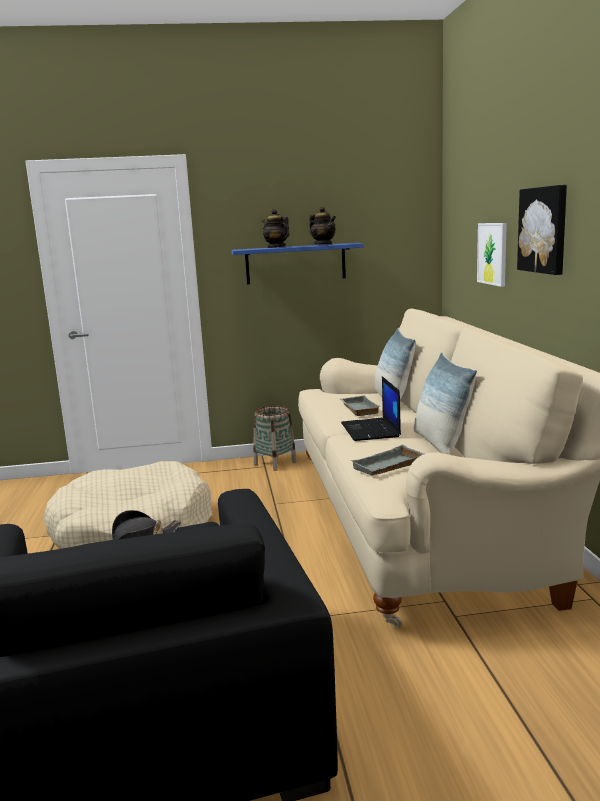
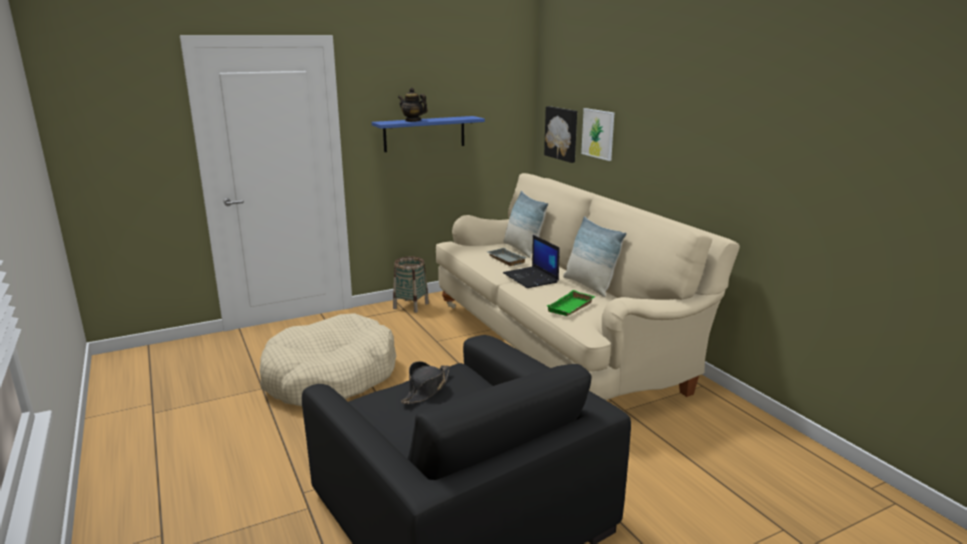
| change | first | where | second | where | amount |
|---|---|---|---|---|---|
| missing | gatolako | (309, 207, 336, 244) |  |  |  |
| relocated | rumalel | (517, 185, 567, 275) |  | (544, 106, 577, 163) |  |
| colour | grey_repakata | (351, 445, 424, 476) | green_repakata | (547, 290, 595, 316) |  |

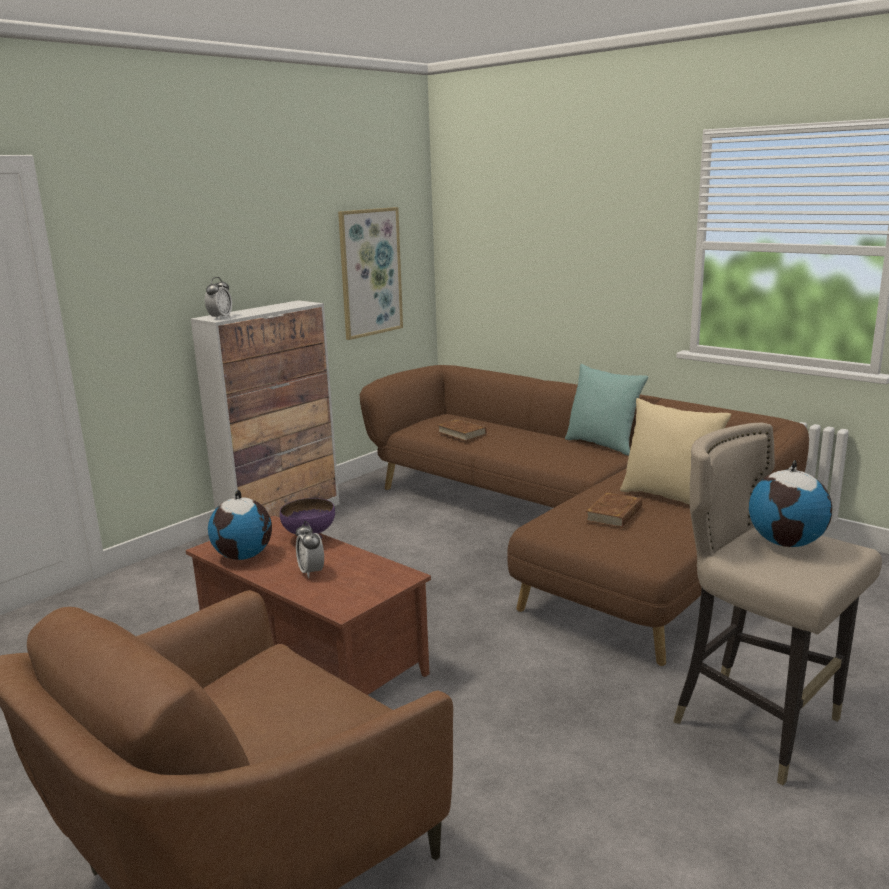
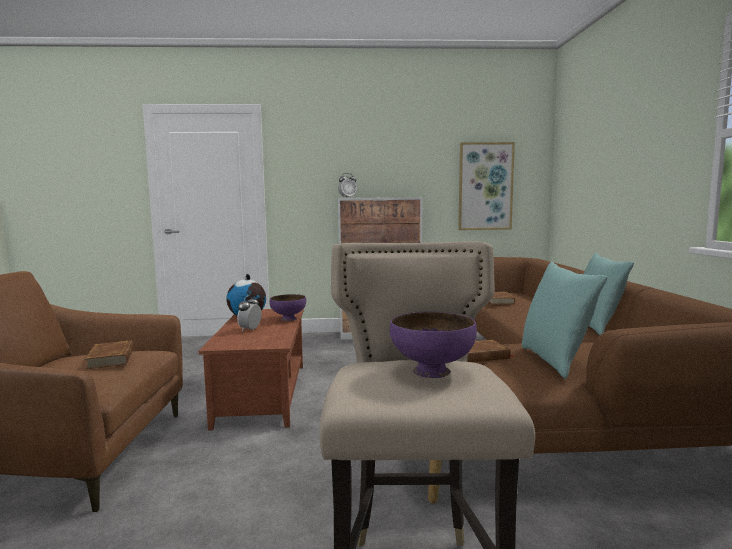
| change | first | where | second | where | amount |
|---|---|---|---|---|---|
| appeared |  |  | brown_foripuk | (85, 340, 134, 369) |  |
| exchanged | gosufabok | (749, 460, 832, 547) | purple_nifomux | (390, 312, 477, 378) |  |
| colour | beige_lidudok | (620, 398, 731, 505) | turquoise_lidudok | (522, 261, 607, 379) |  |

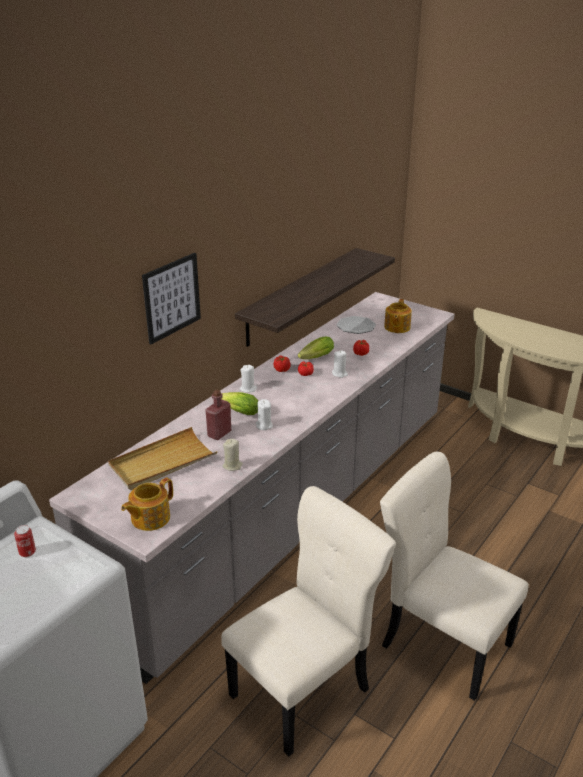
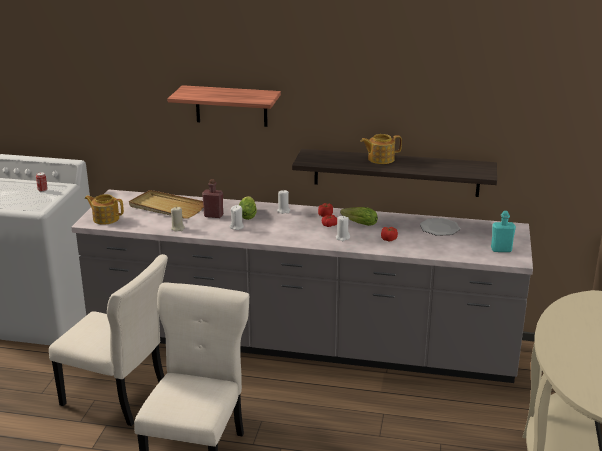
| change | first | where | second | where | amount |
|---|---|---|---|---|---|
| appeared |  |  | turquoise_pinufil | (491, 211, 516, 252) |  |
| relocated | gatolako | (384, 299, 412, 333) |  | (361, 134, 402, 164) |  |
| exchanged | rumalel | (142, 253, 201, 344) | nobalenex | (167, 85, 281, 127) |  |

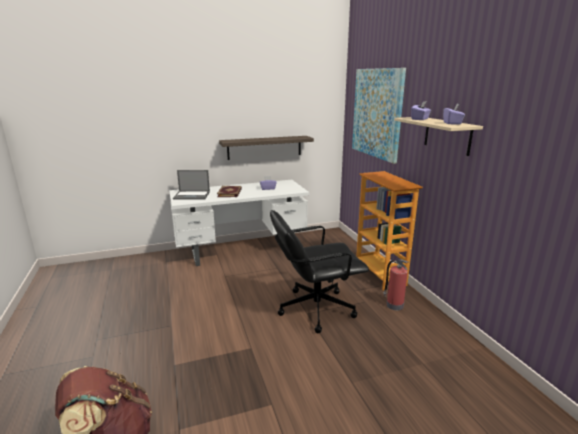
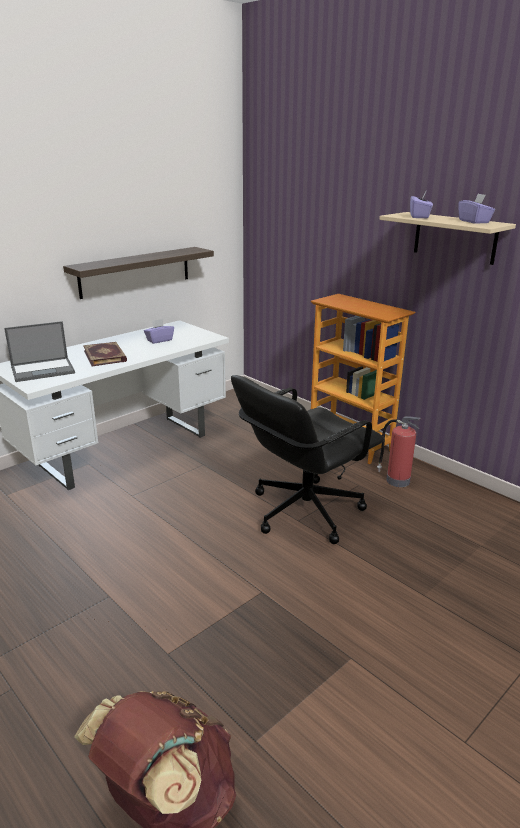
| change | first | where | second | where | amount |
|---|---|---|---|---|---|
| missing | rumalel | (352, 68, 406, 164) |  |  |  |

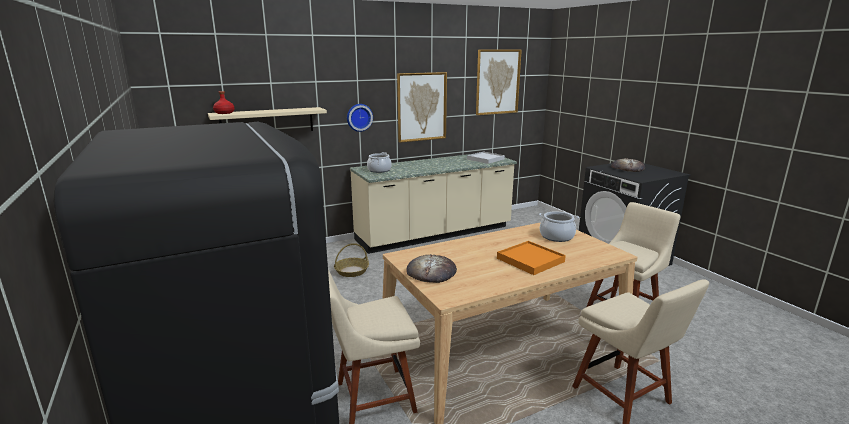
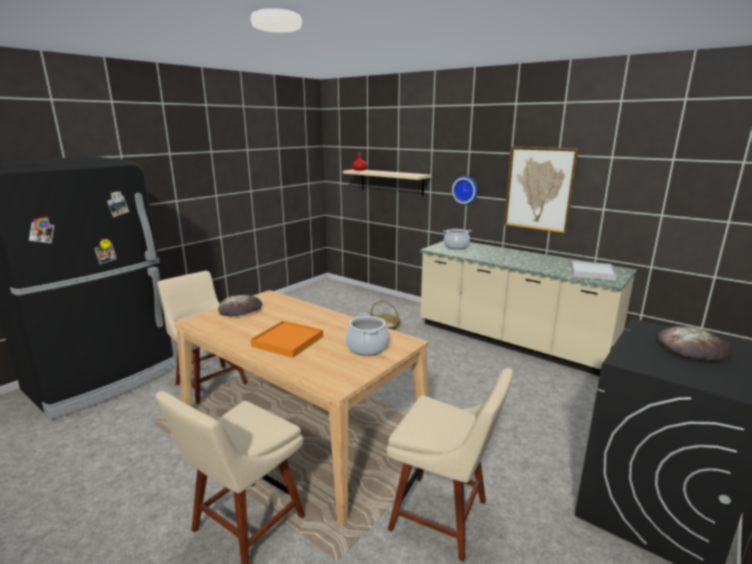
| change | first | where | second | where | amount |
|---|---|---|---|---|---|
| missing | rumalel | (476, 50, 522, 115) |  |  |  |

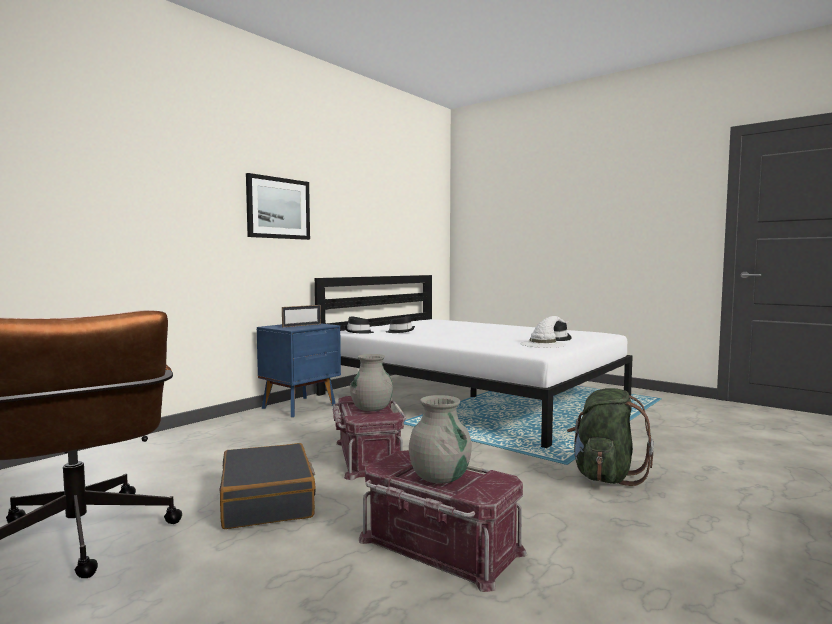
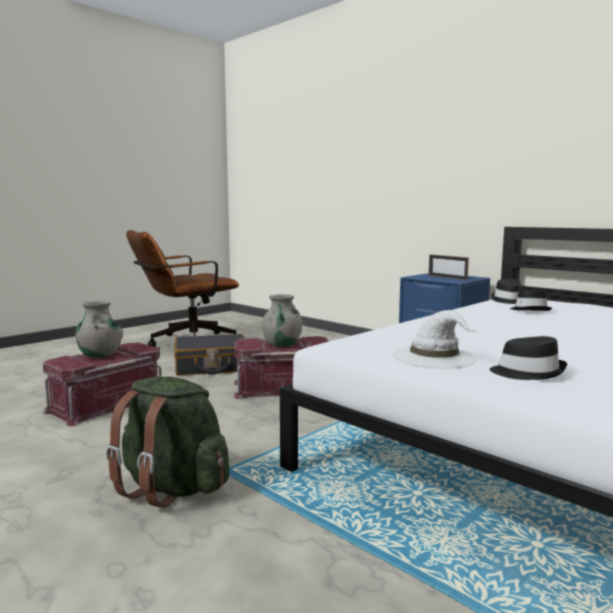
| change | first | where | second | where | amount |
|---|---|---|---|---|---|
| missing | rumalel | (246, 173, 310, 240) |  |  |  |

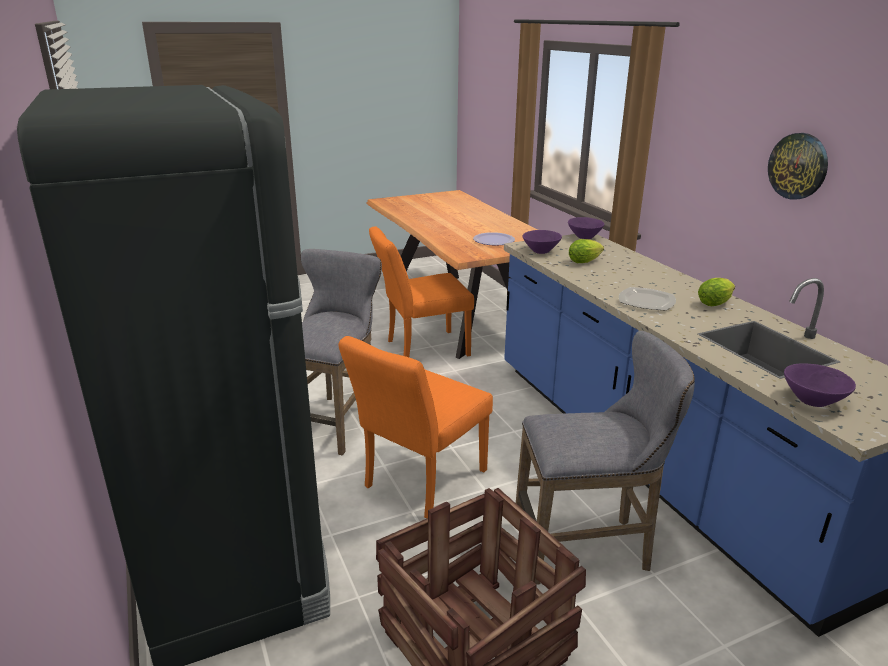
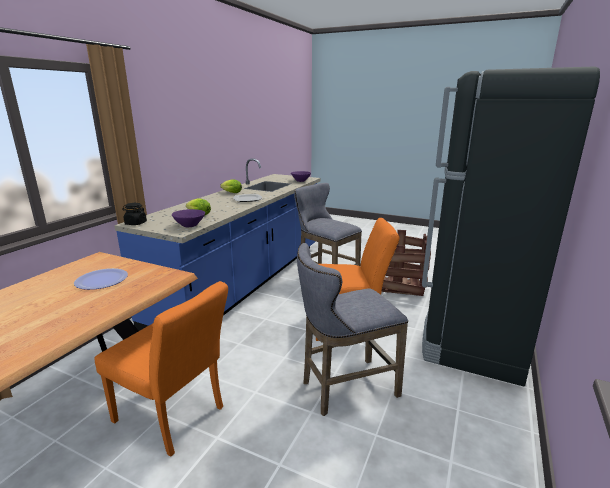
| change | first | where | second | where | amount |
|---|---|---|---|---|---|
| missing | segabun | (768, 133, 828, 200) |  |  |  |
| exchanged | purple_nifomux | (568, 217, 604, 239) | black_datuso | (122, 203, 147, 225) |  |

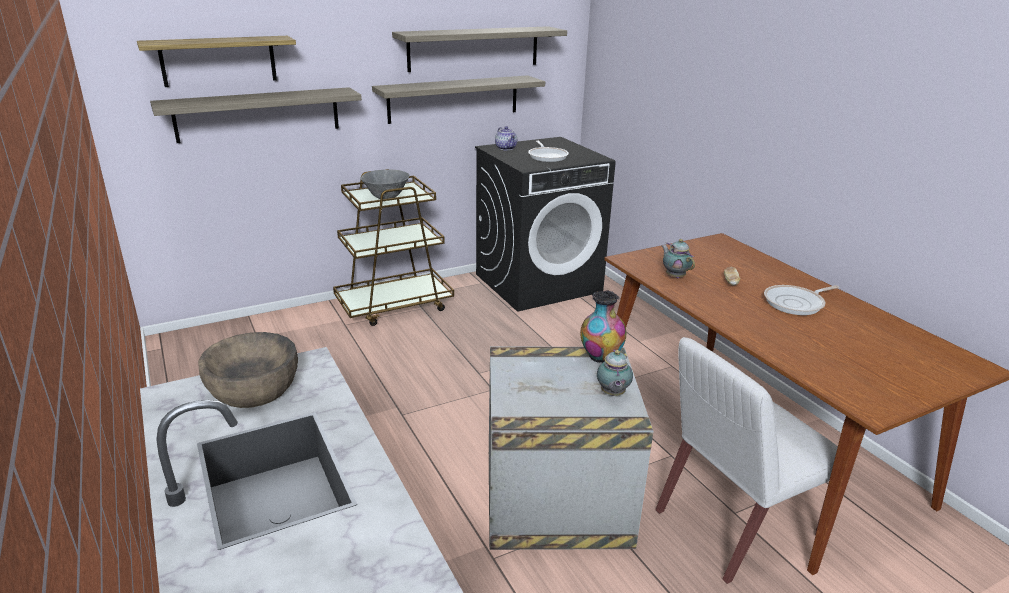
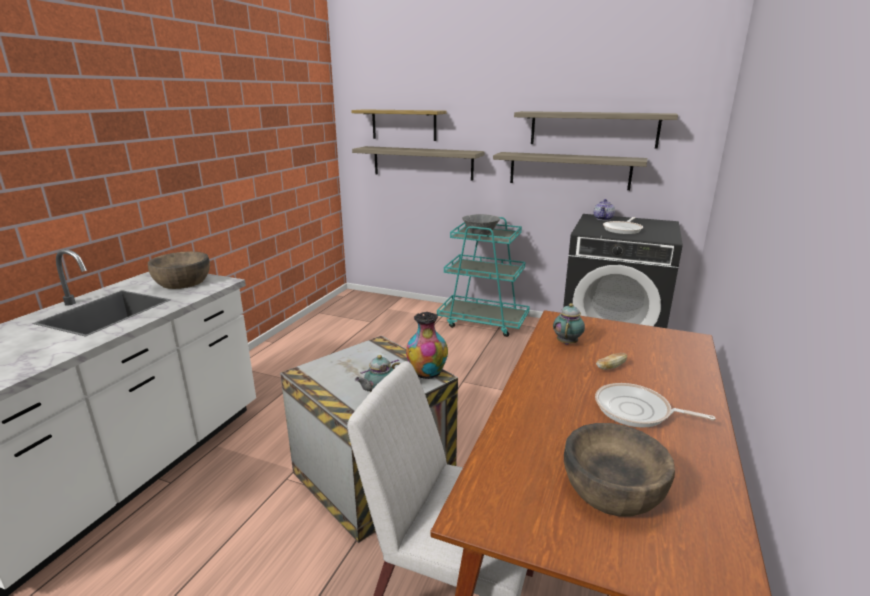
| change | first | where | second | where | amount |
|---|---|---|---|---|---|
| appeared |  |  | brown_nifomux | (564, 423, 675, 517) |  |
| colour | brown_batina | (333, 169, 454, 326) | turquoise_batina | (437, 217, 530, 337) |  |

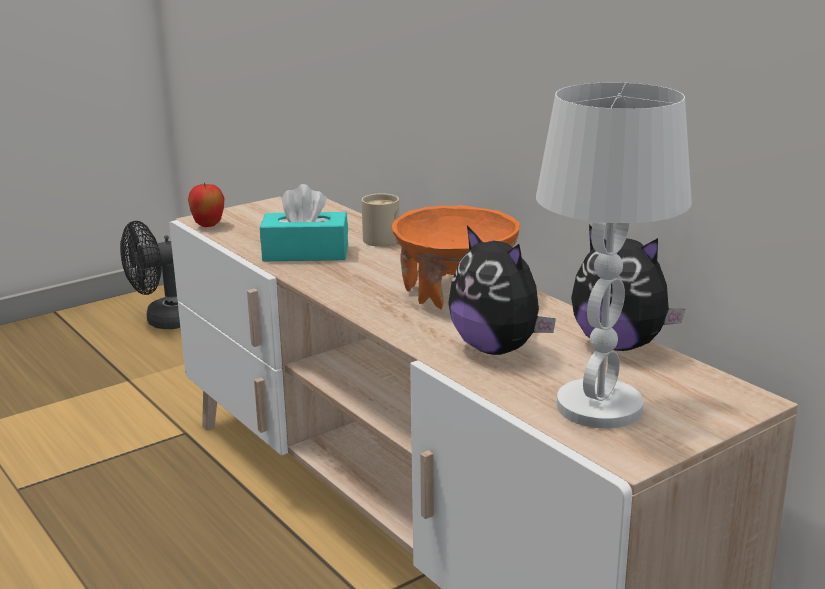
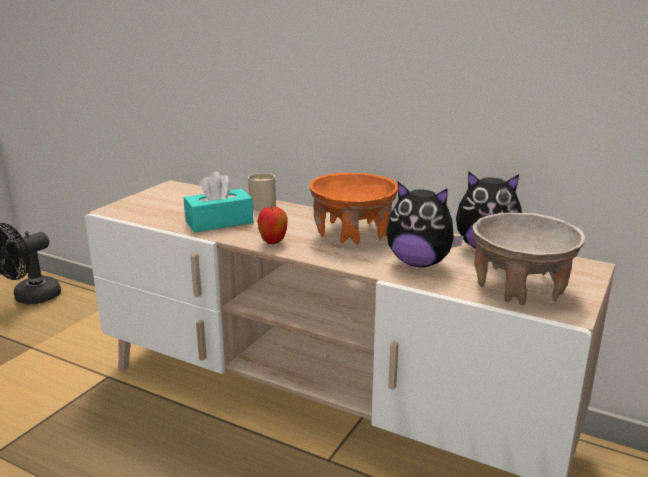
| change | first | where | second | where | amount |
|---|---|---|---|---|---|
| relocated | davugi | (188, 183, 225, 227) |  | (257, 206, 288, 244) |  |
| exchanged | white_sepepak | (536, 82, 692, 428) | beige_nifomux | (473, 213, 585, 306) |  |

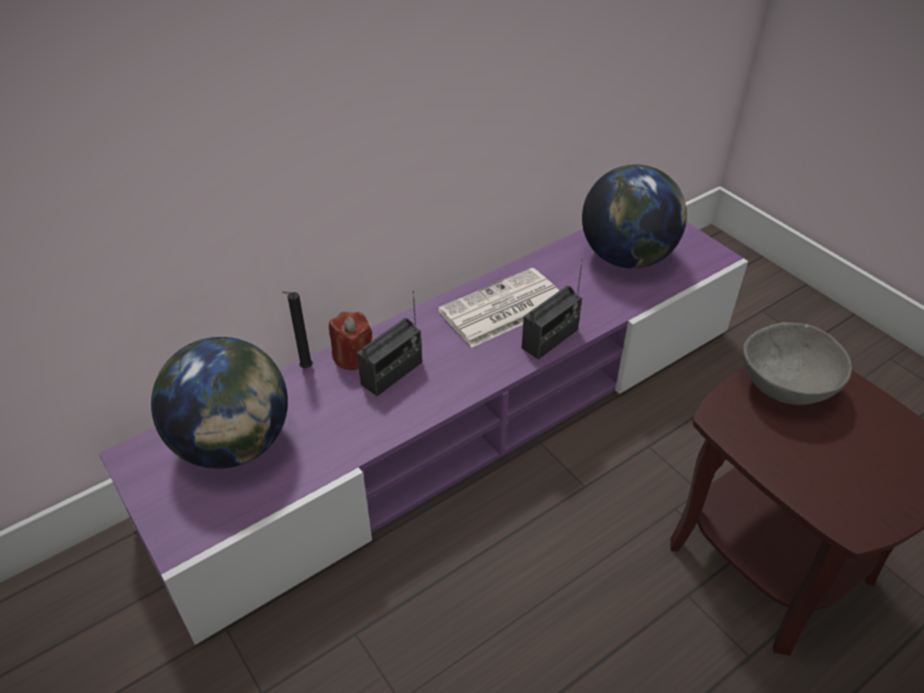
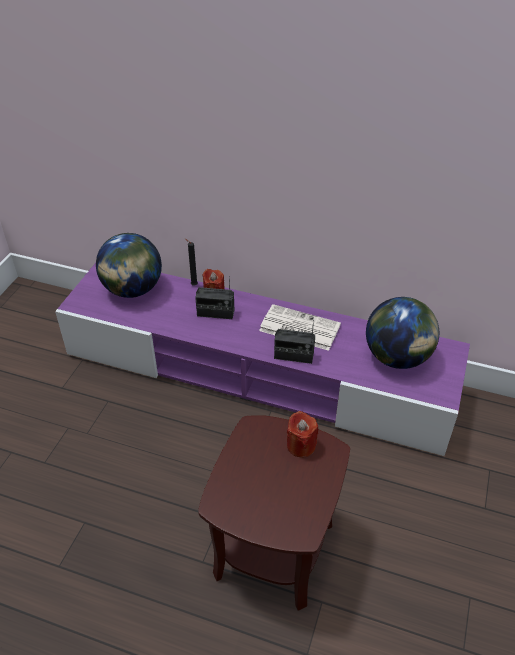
| change | first | where | second | where | amount |
|---|---|---|---|---|---|
| exchanged | grey_nifomux | (743, 322, 852, 405) | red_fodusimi | (287, 411, 318, 457) |  |

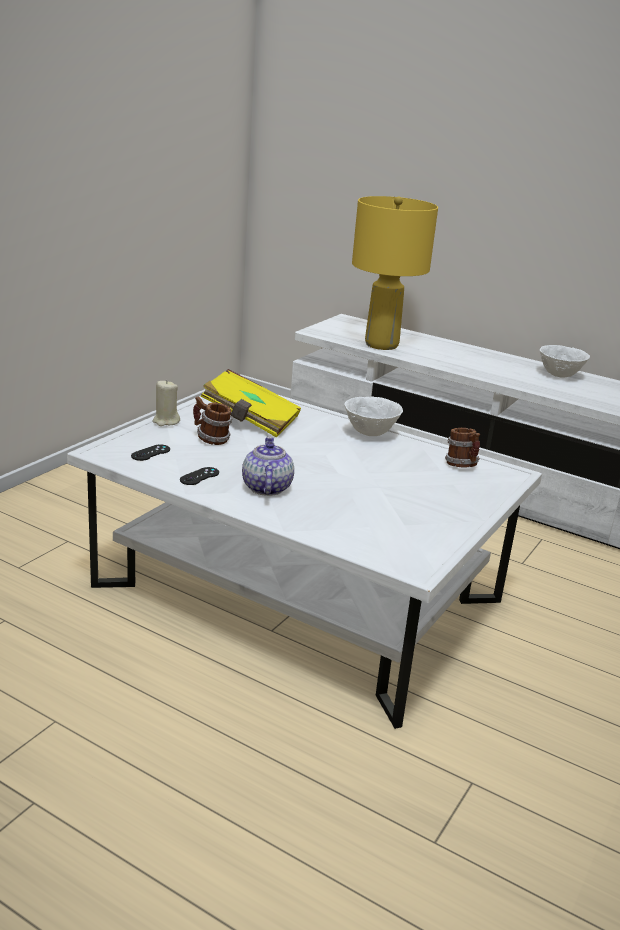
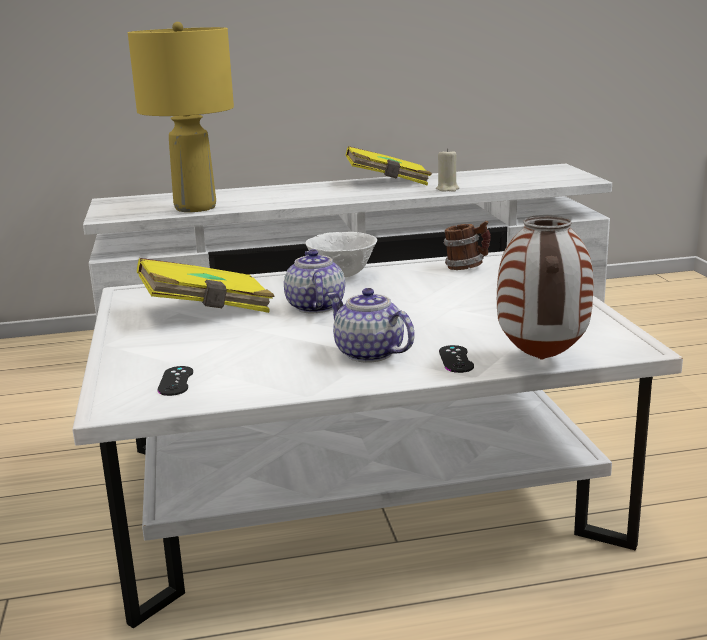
| change | first | where | second | where | amount |
|---|---|---|---|---|---|
| missing | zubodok | (193, 396, 232, 445) |  |  |  |
| appeared |  |  | gatolako | (284, 249, 345, 314) |  |
| appeared |  |  | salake | (497, 215, 593, 360) |  |
| relocated | beige_fodusimi | (153, 380, 180, 426) |  | (436, 148, 459, 192) |  |
| relocated | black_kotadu | (180, 467, 219, 485) |  | (439, 345, 474, 373) |  |
| exchanged | white_nifomux | (540, 345, 590, 378) | yellow_foripuk | (345, 146, 432, 185) |  |

